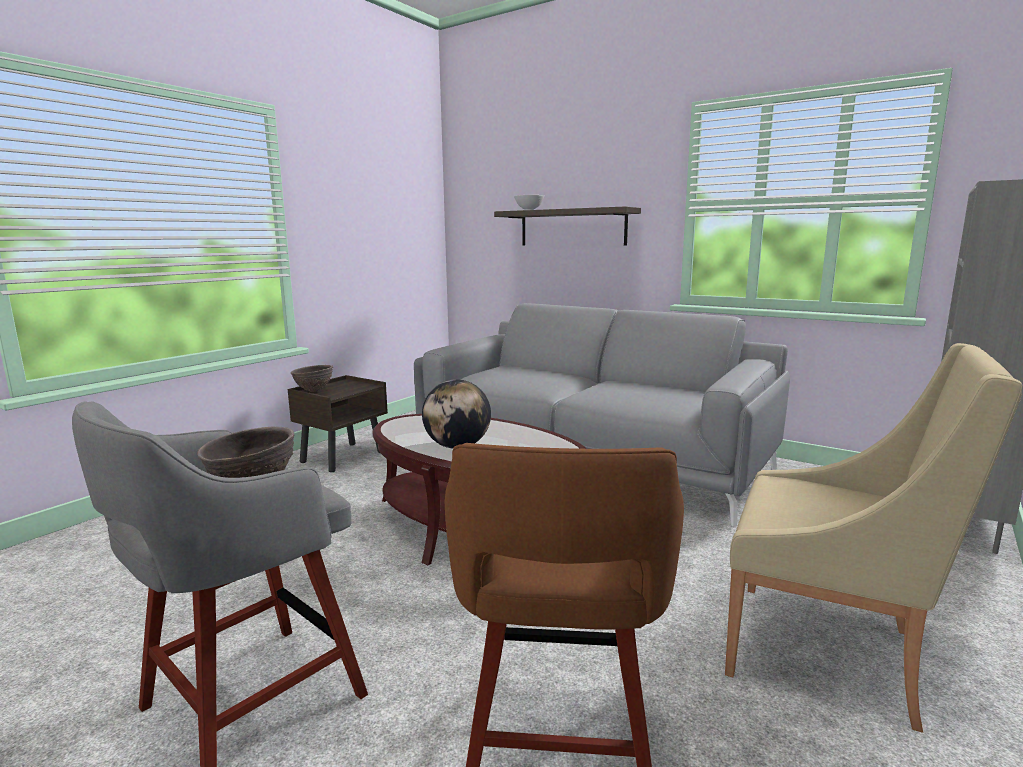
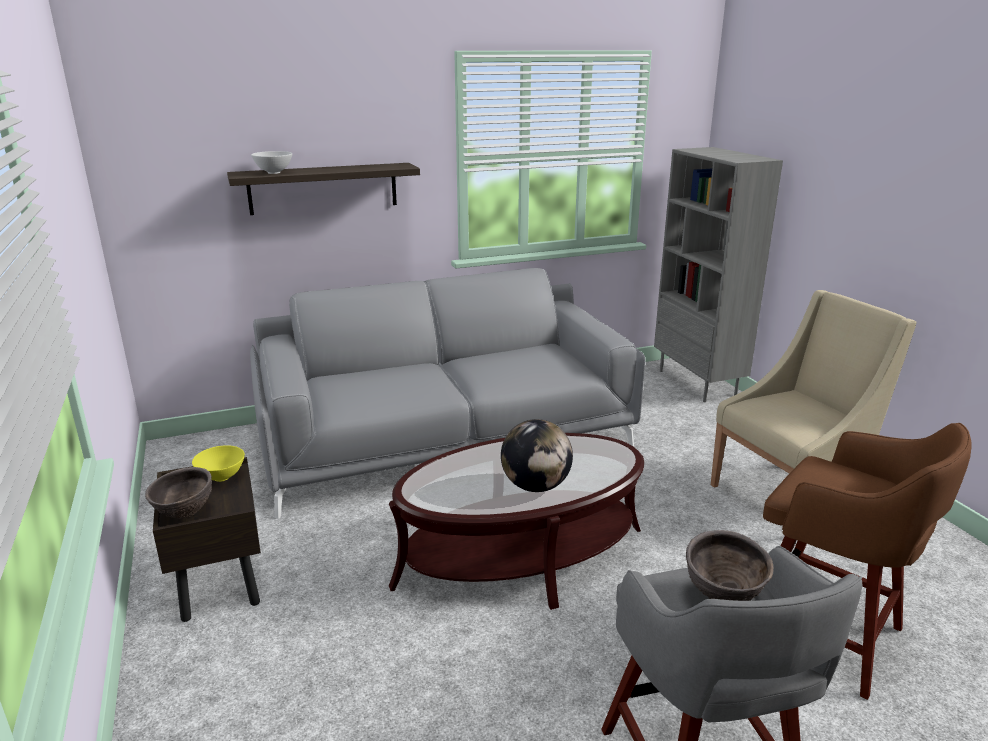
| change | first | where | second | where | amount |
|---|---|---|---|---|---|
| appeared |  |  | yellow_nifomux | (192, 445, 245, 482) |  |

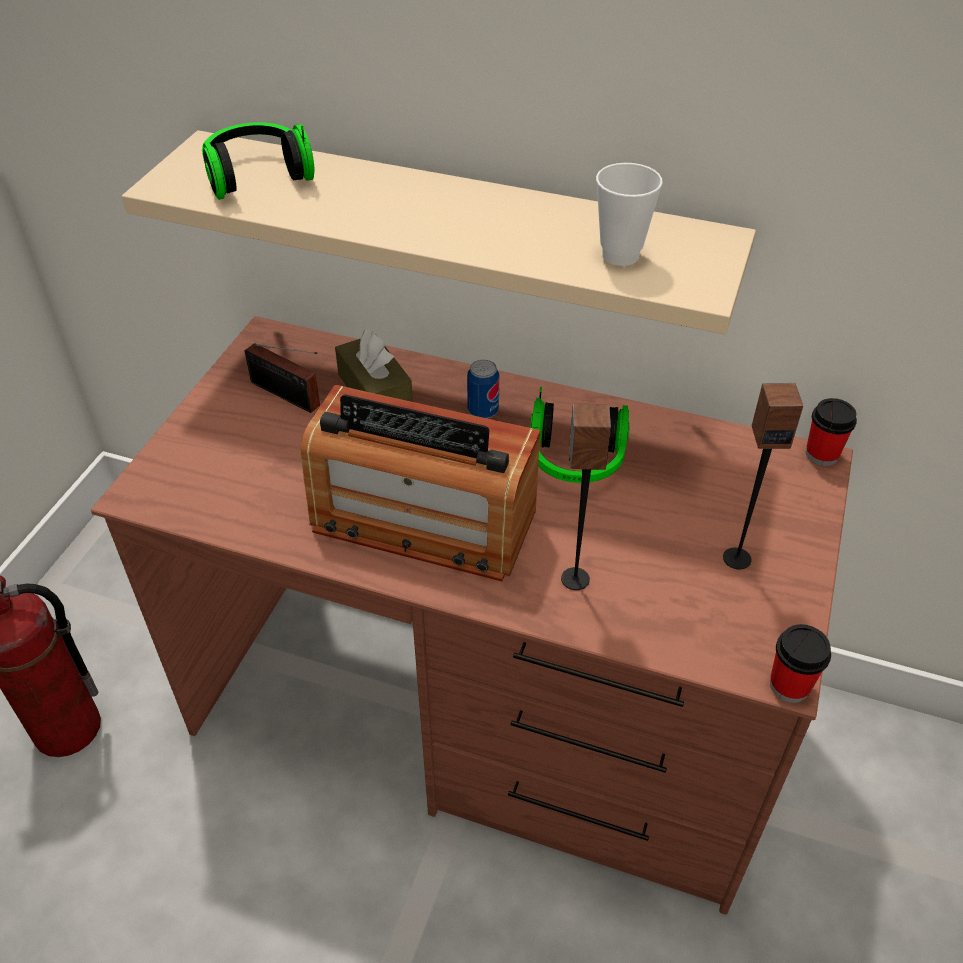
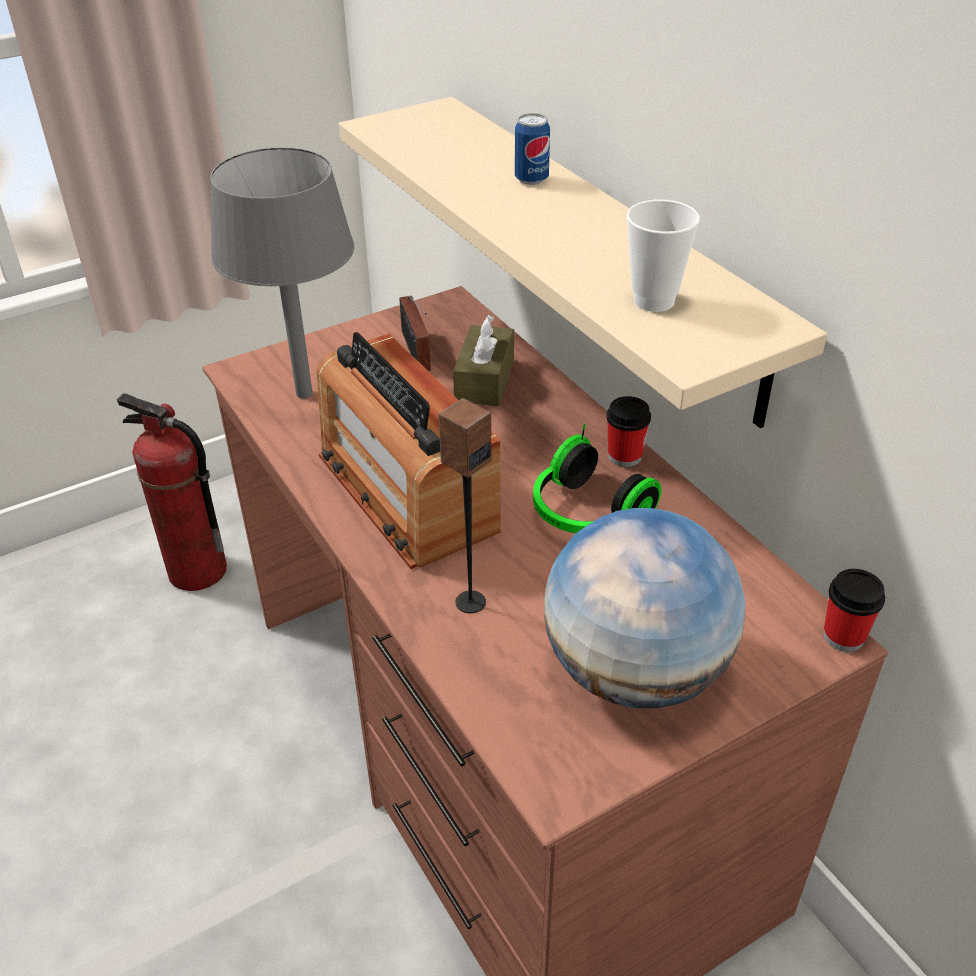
| change | first | where | second | where | amount |
|---|---|---|---|---|---|
| missing | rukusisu | (202, 122, 314, 200) |  |  |  |
| appeared |  |  | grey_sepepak | (210, 147, 354, 399) |  |
| relocated | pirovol | (467, 360, 499, 418) |  | (515, 113, 550, 185) |  |
| relocated | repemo | (770, 624, 831, 703) |  | (606, 396, 651, 467) |  |
| exchanged | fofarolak | (723, 383, 803, 569) | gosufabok | (544, 508, 745, 708) |  |

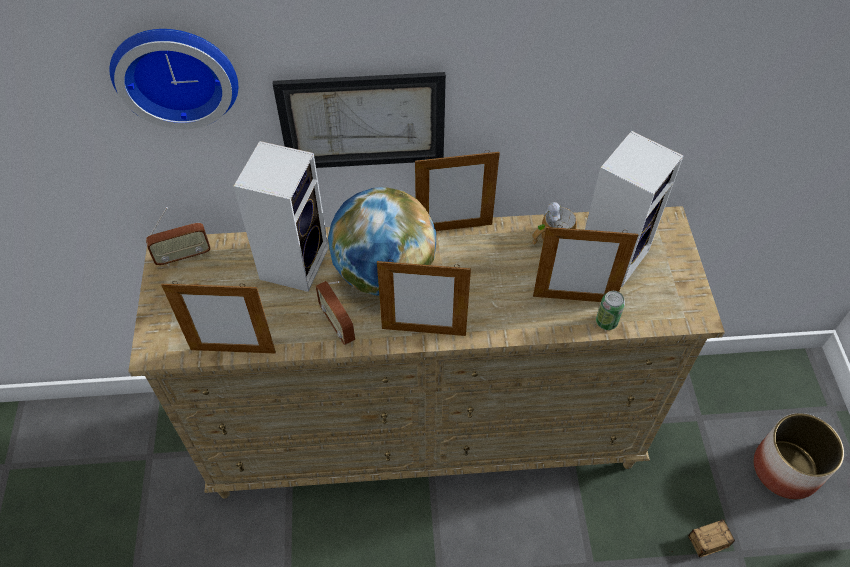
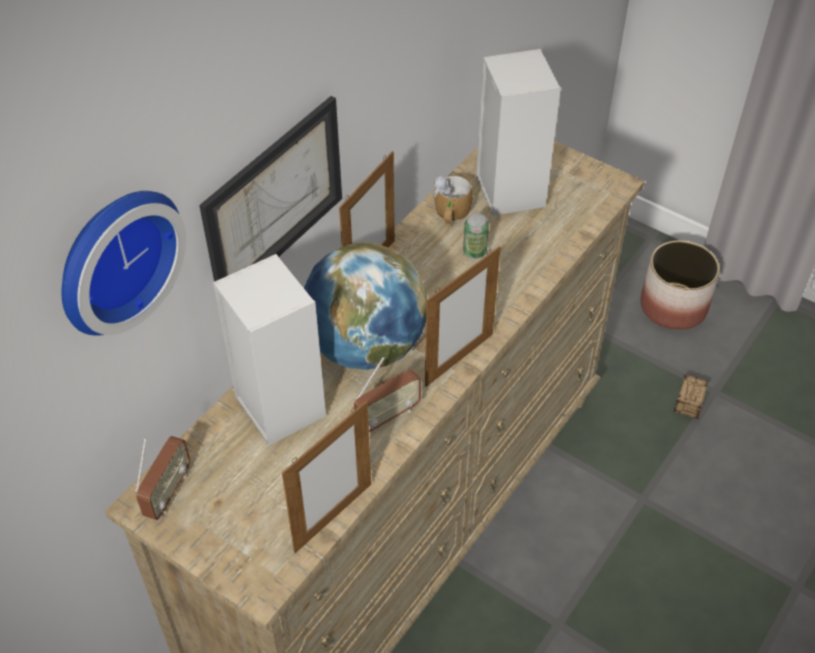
| change | first | where | second | where | amount |
|---|---|---|---|---|---|
| missing | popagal | (533, 225, 638, 302) |  |  |  |
| relocated | pirovol | (596, 291, 625, 330) |  | (463, 213, 489, 259) |  |
| spun | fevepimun | (315, 281, 355, 345) |  | (354, 357, 422, 432) | 45 degrees counterclockwise |

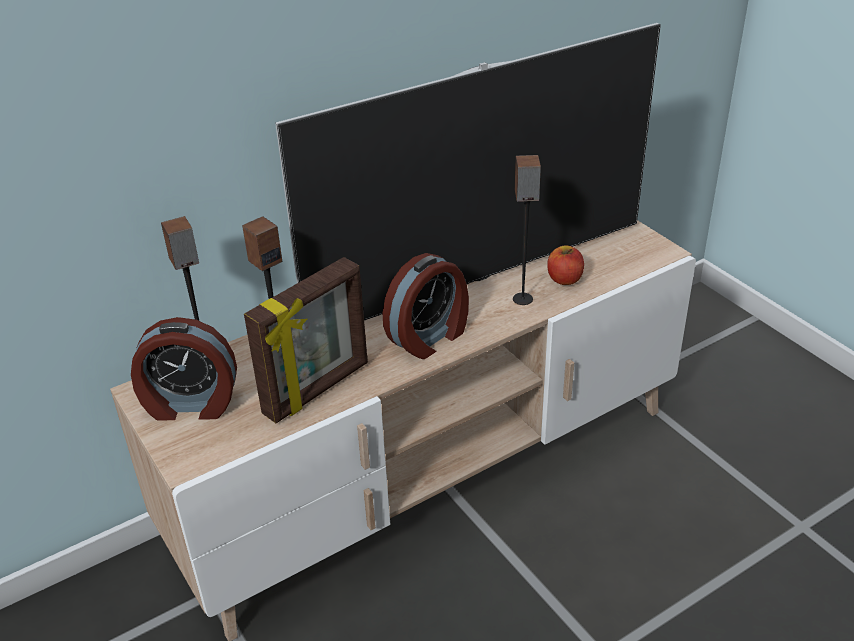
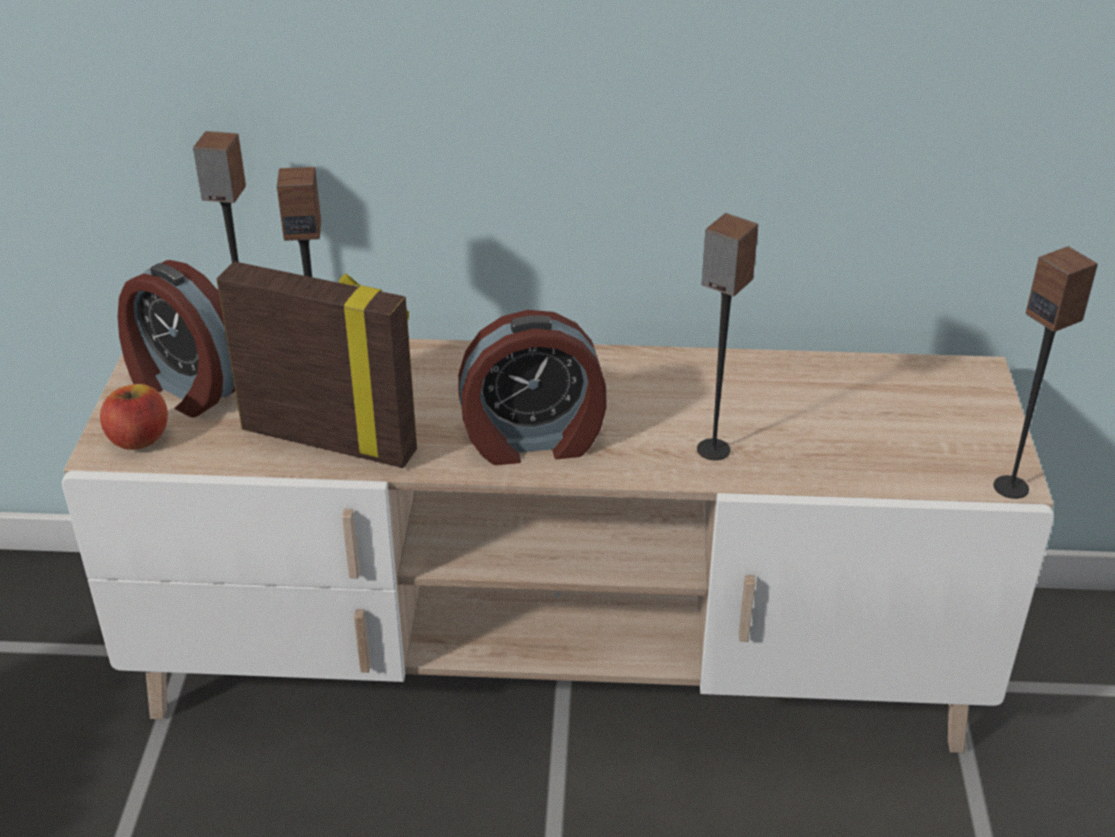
| change | first | where | second | where | amount |
|---|---|---|---|---|---|
| missing | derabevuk | (275, 23, 661, 320) |  |  |  |
| appeared |  |  | fofarolak | (994, 246, 1098, 499) |  |
| relocated | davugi | (547, 245, 584, 285) |  | (100, 384, 168, 450) |  |
| spun | popagal | (244, 257, 368, 423) |  | (217, 262, 417, 468) | 150 degrees counterclockwise |

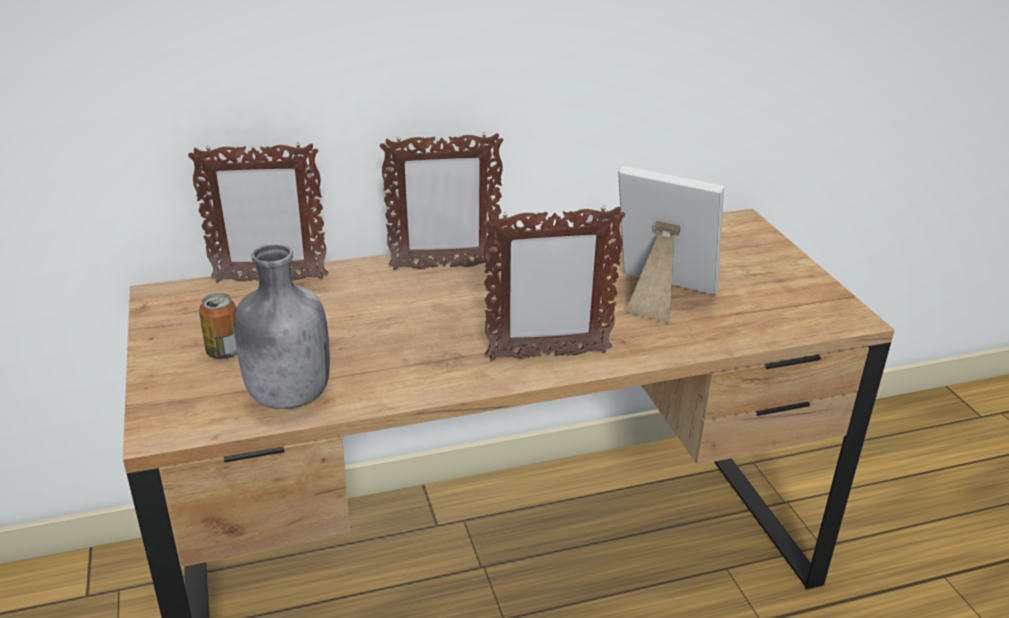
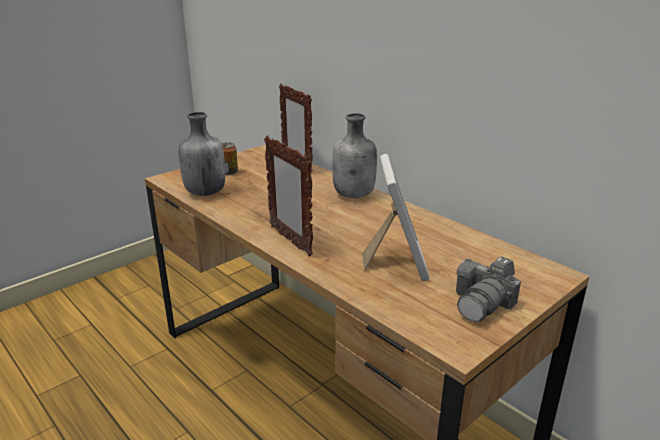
| change | first | where | second | where | amount |
|---|---|---|---|---|---|
| appeared |  |  | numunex | (456, 256, 521, 322) |  |
| exchanged | popagal | (380, 132, 503, 270) | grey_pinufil | (332, 113, 377, 198) |  |

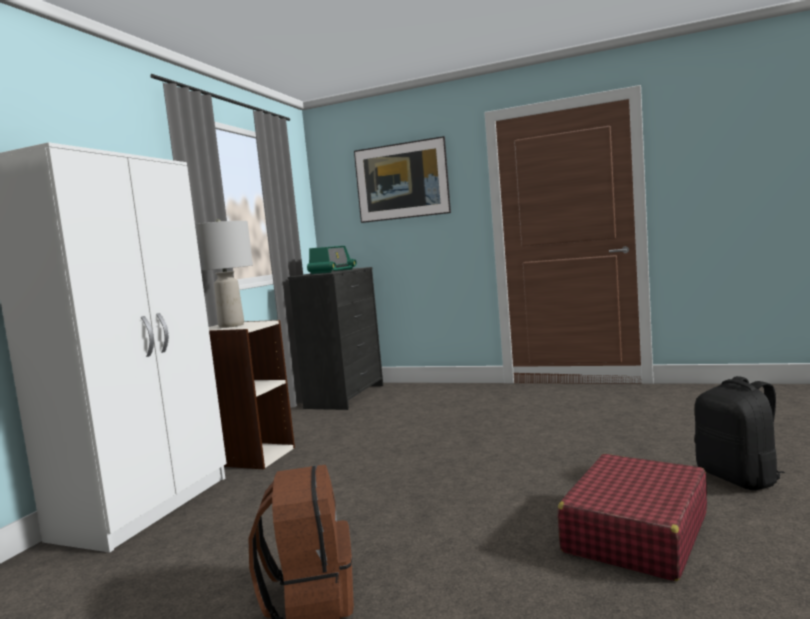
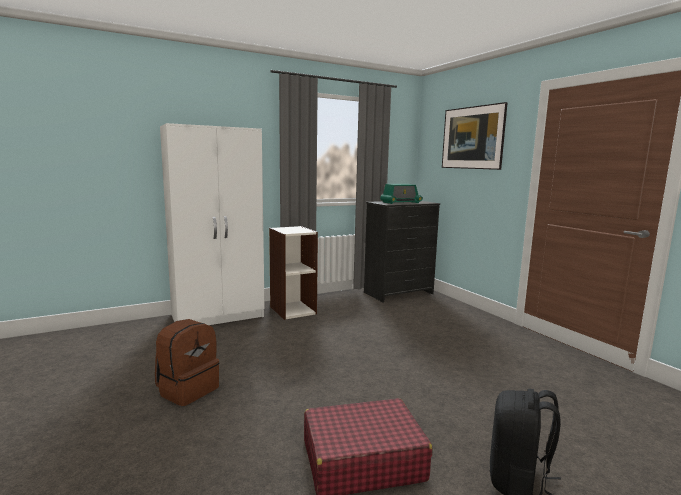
| change | first | where | second | where | amount |
|---|---|---|---|---|---|
| missing | grey_sepepak | (195, 219, 253, 328) |  |  |  |

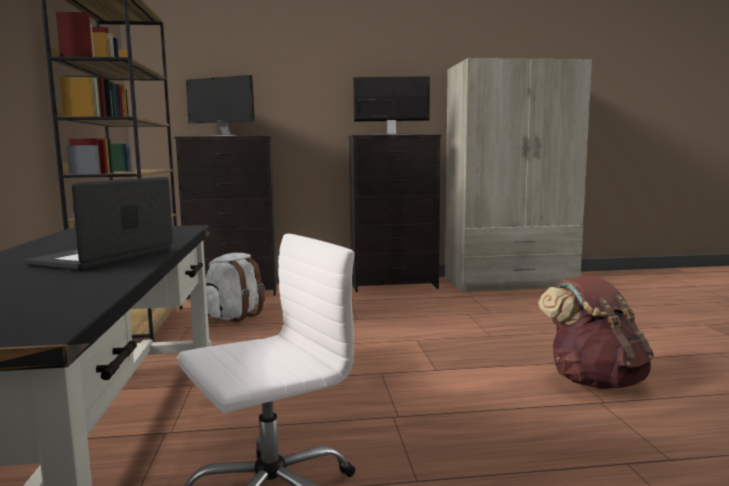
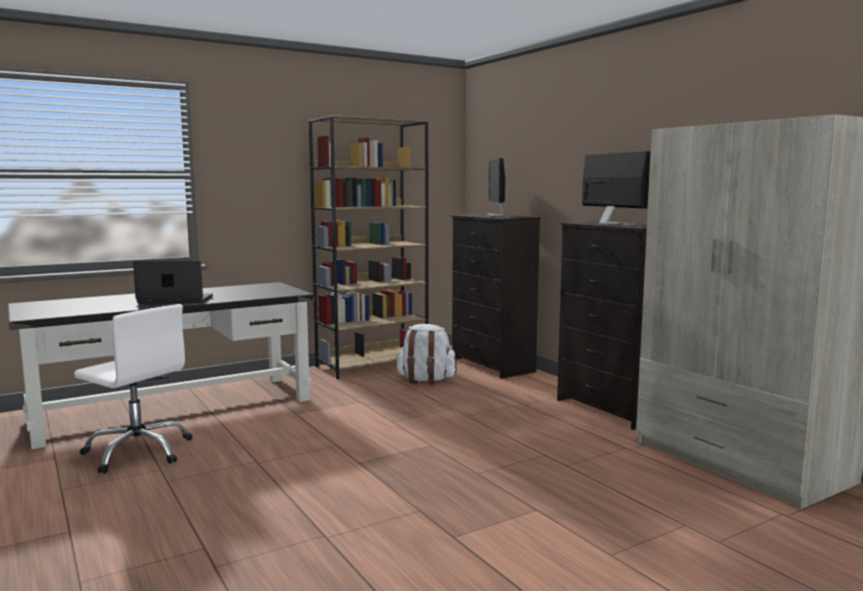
| change | first | where | second | where | amount |
|---|---|---|---|---|---|
| missing | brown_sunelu | (538, 275, 654, 389) |  |  |  |

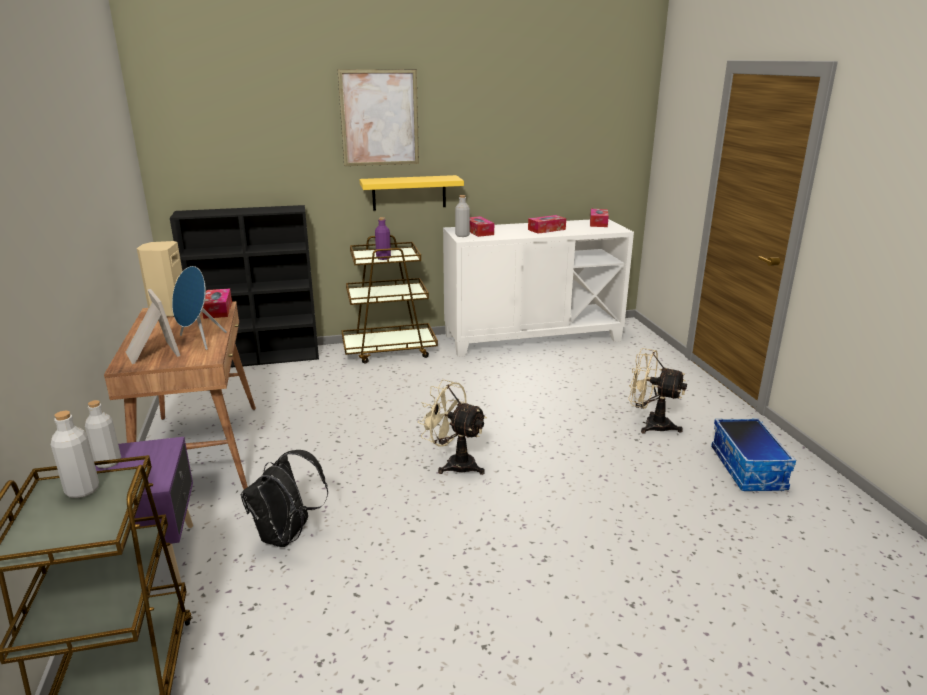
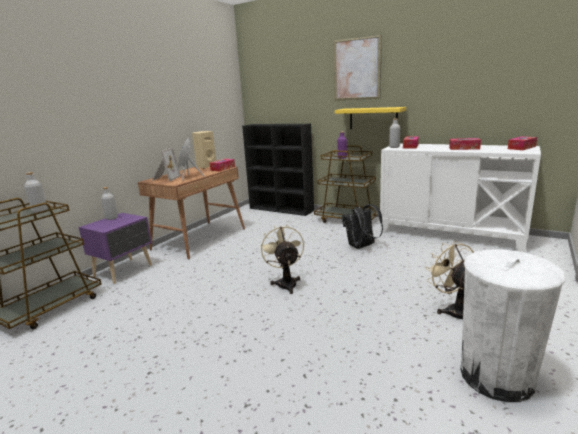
| change | first | where | second | where | amount |
|---|---|---|---|---|---|
| relocated | black_sunelu | (241, 450, 328, 547) |  | (342, 204, 383, 249) |  |
| exchanged | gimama | (711, 418, 796, 491) | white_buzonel | (461, 249, 565, 402) |  |

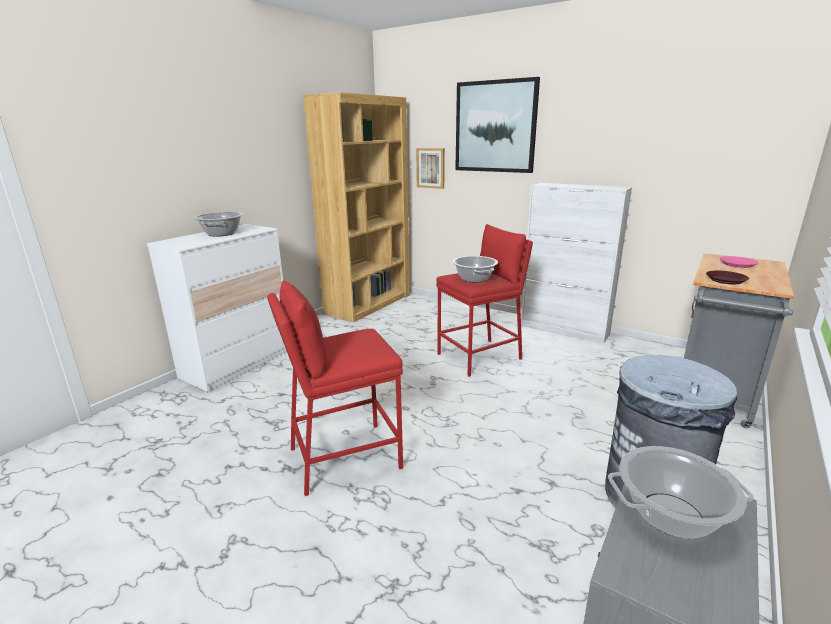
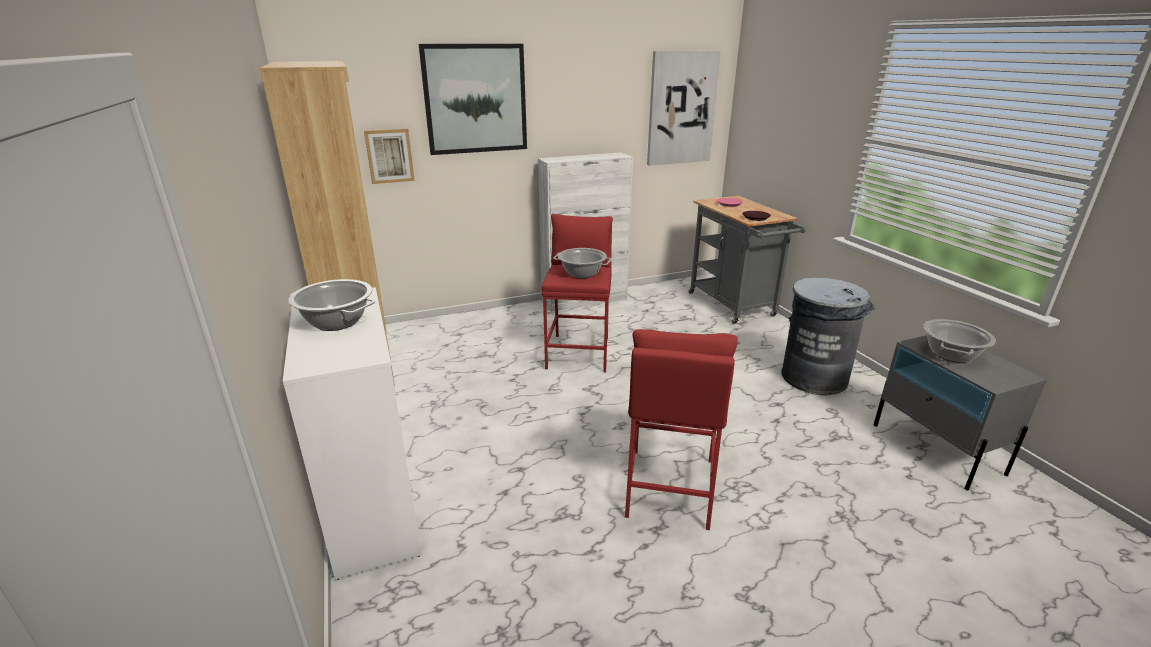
| change | first | where | second | where | amount |
|---|---|---|---|---|---|
| appeared |  |  | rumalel | (647, 51, 720, 166) |  |

